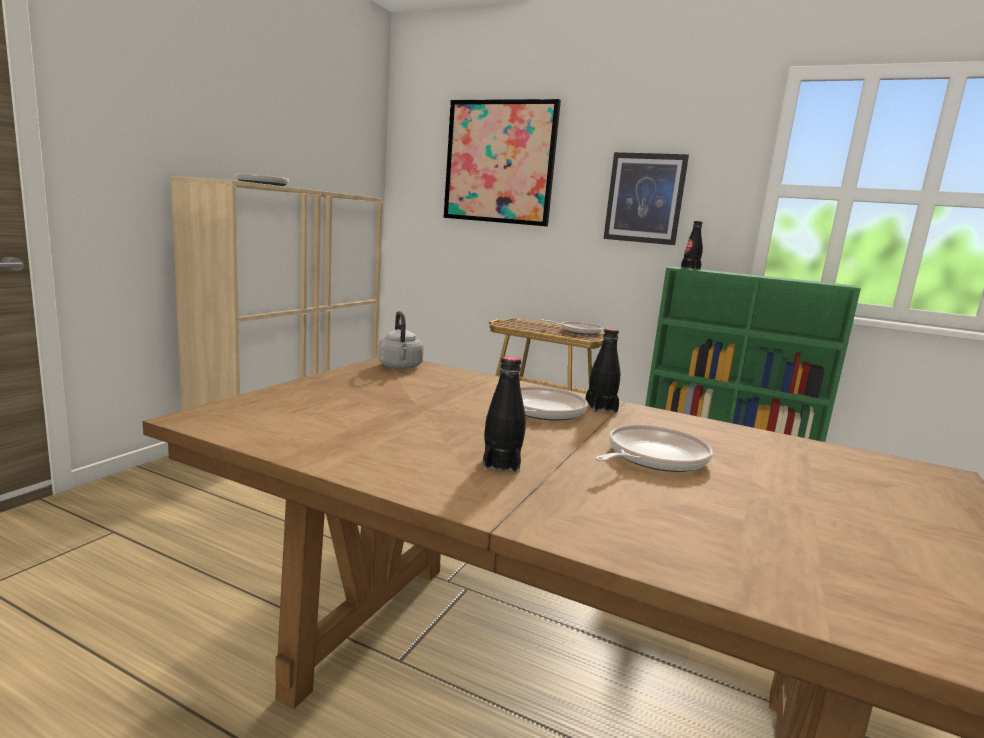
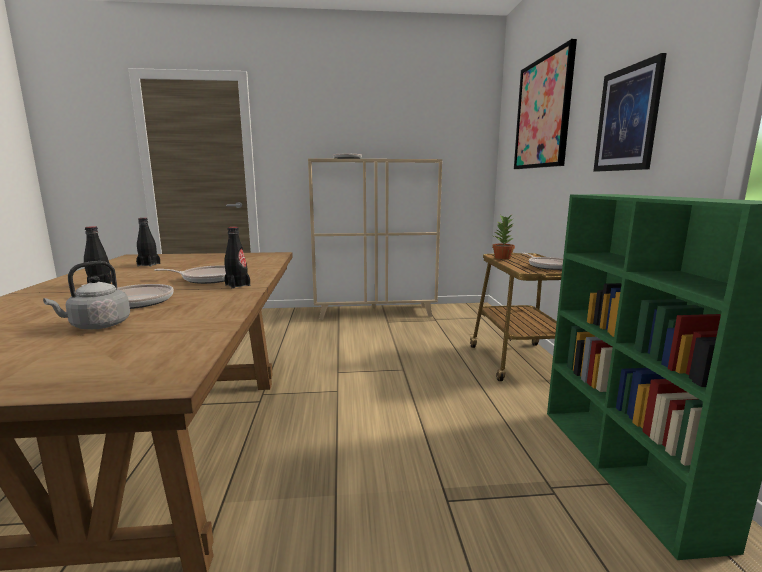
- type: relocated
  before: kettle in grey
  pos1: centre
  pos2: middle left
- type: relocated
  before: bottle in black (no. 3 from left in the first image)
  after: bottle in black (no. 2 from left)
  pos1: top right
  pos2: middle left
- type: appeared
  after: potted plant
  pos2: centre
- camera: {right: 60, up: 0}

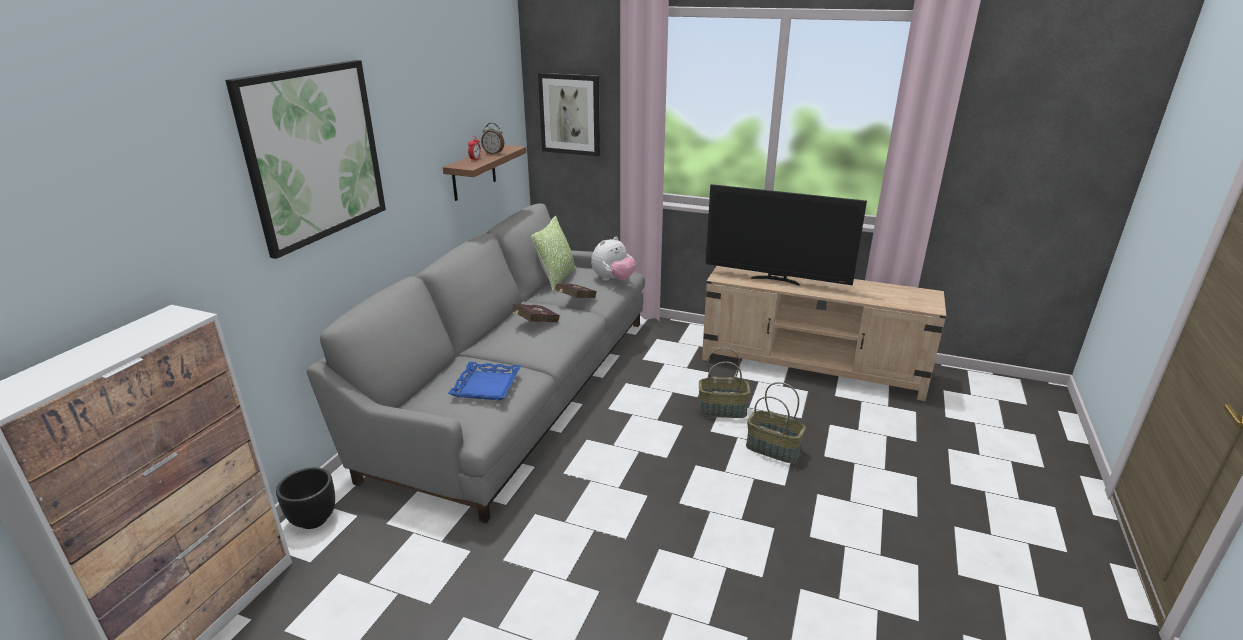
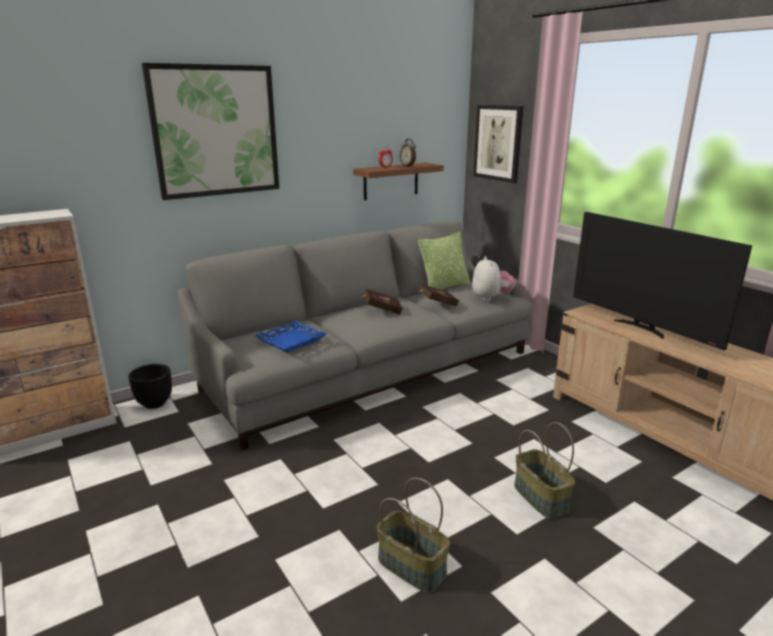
- type: spun
  before: plush toy
  pos1: centre
  pos2: centre
  turn: -90
- type: relocated
  before: basket (no. 1 from left)
  pos1: centre
  pos2: bottom centre
- camera: {right: 35, up: -5}

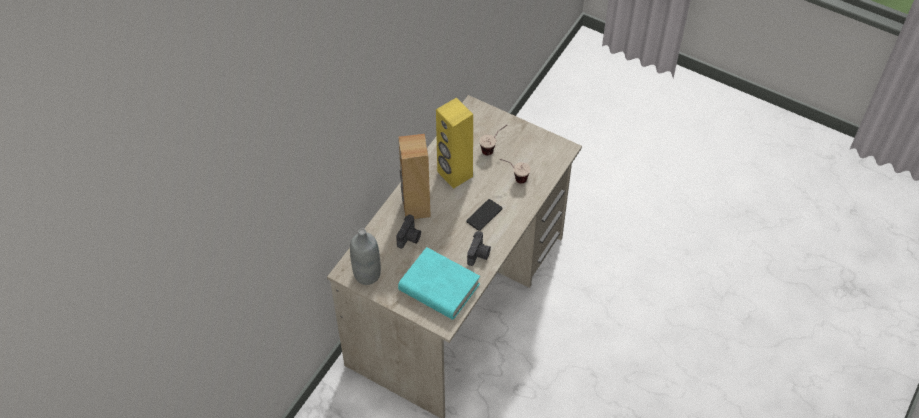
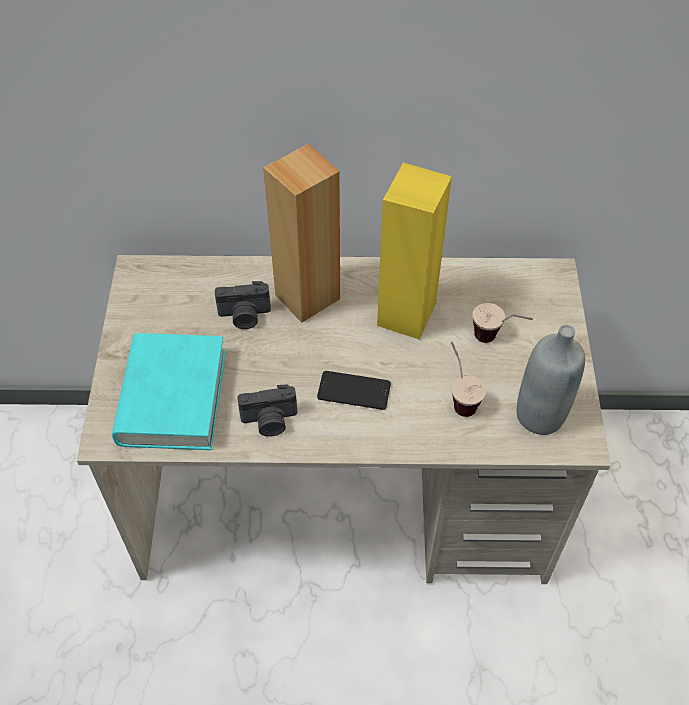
- type: relocated
  before: bottle in grey
  pos1: centre
  pos2: middle right
- camera: {right: 60, up: 0}

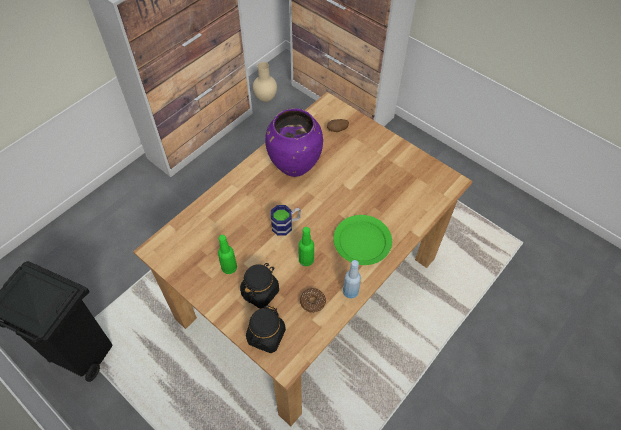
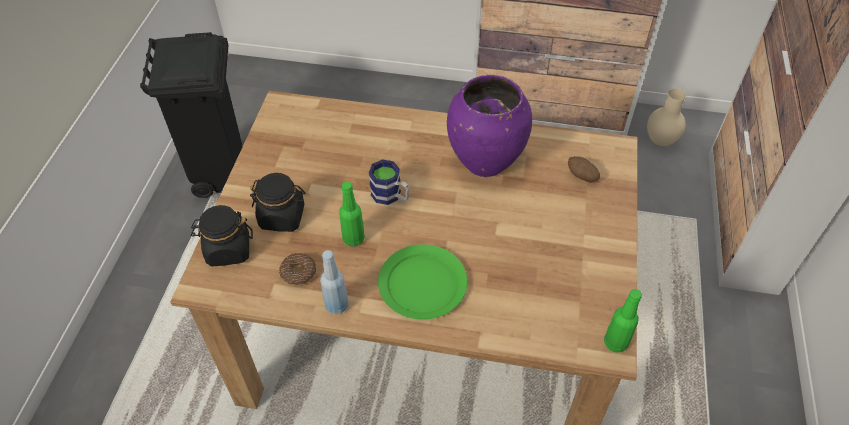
- type: relocated
  before: bottle in green (no. 1 from left in the first image)
  after: bottle in green (no. 2 from left)
  pos1: centre
  pos2: bottom right
- camera: {right: 60, up: -5}

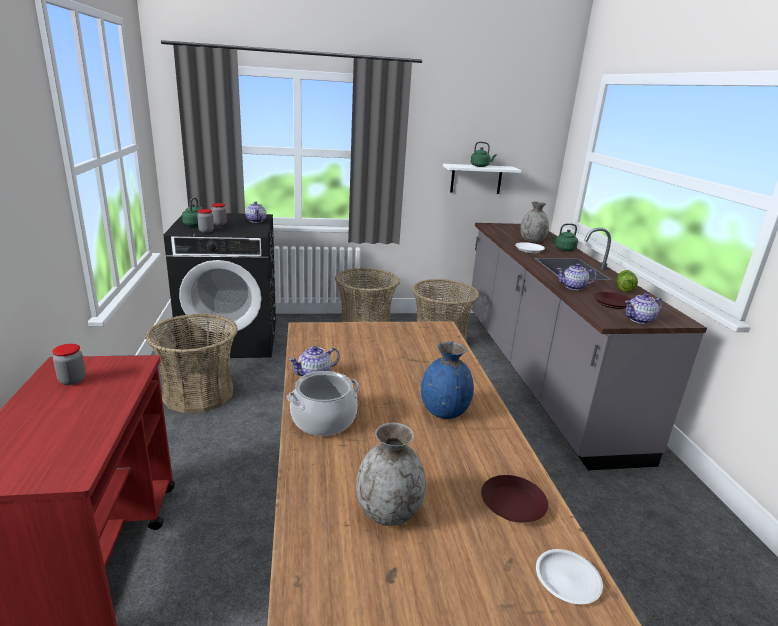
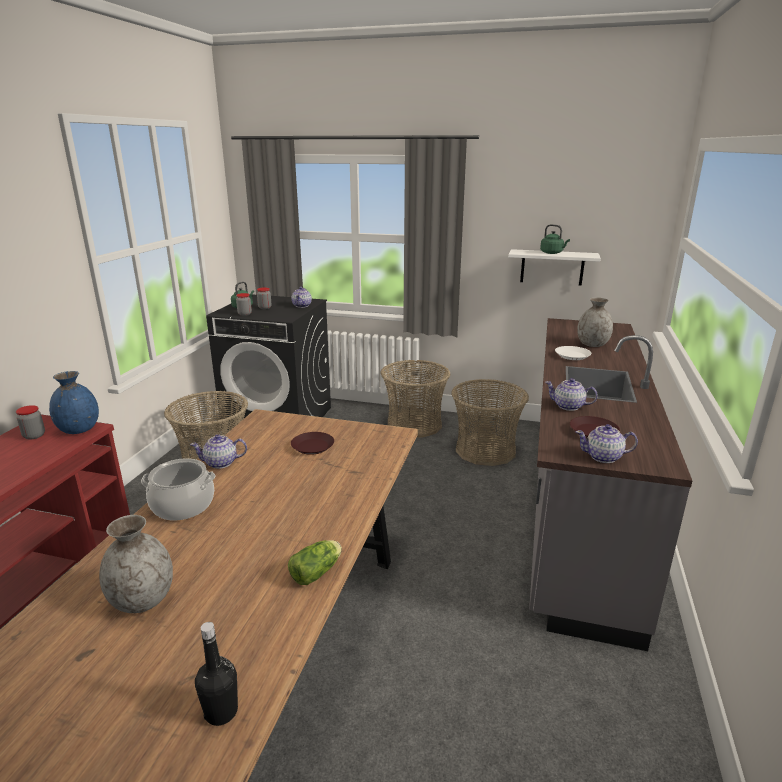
- type: relocated
  before: vase in blue
  pos1: centre
  pos2: middle left
- type: relocated
  before: plate in brown (no. 1 from left)
  pos1: bottom centre
  pos2: centre
- type: exchanged
  before: plate in white (no. 2 from left)
  after: bottle in black
  pos1: bottom right
  pos2: bottom left
- type: missing
  before: kettle in green (no. 3 from left)
  pos1: middle right
- type: relocated
  before: lettuce
  pos1: middle right
  pos2: bottom centre
- camera: {right: 25, up: 0}

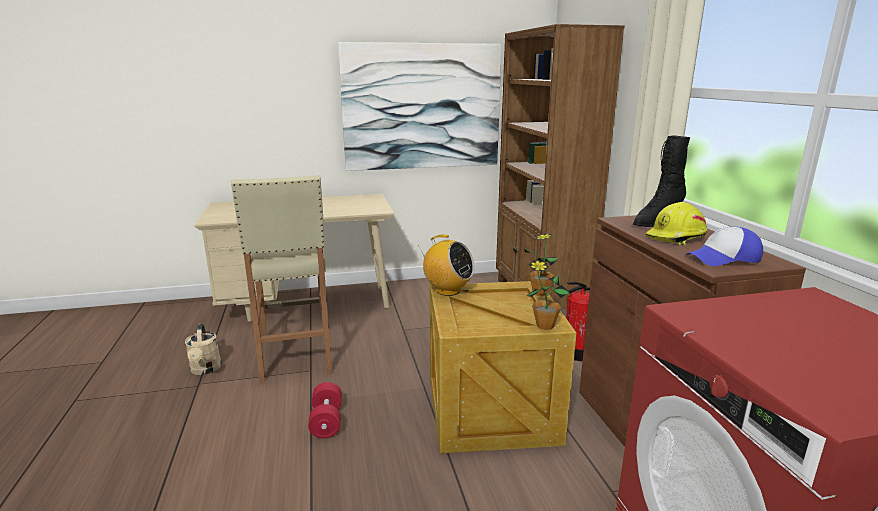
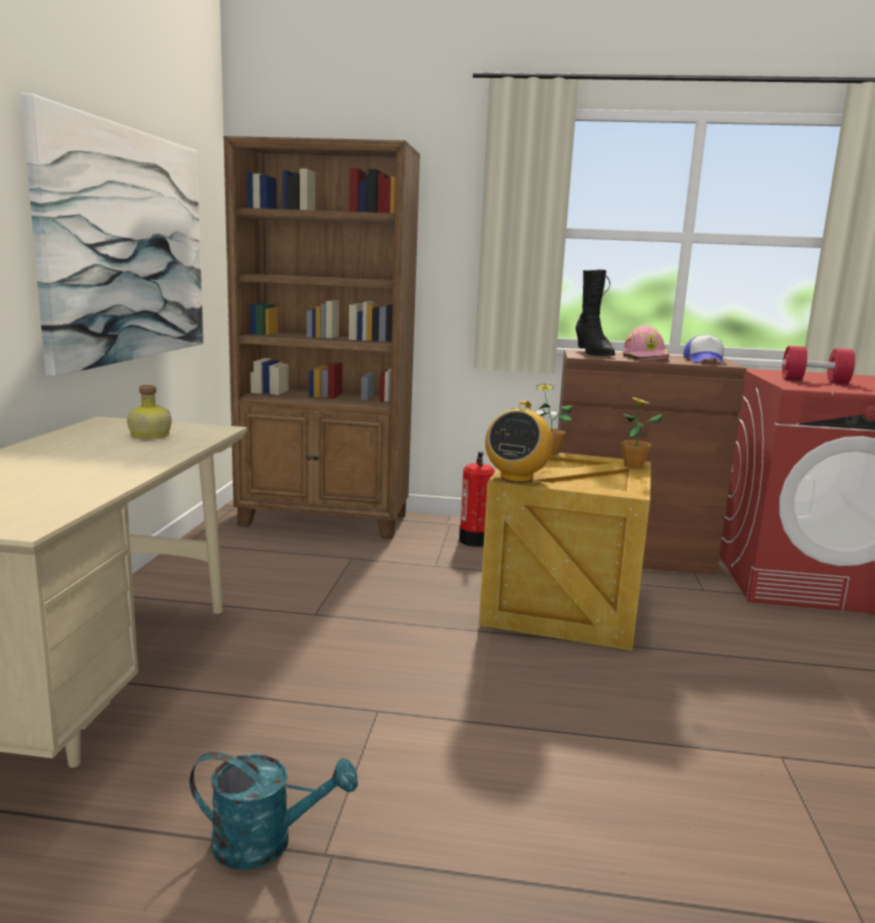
- type: colour
  before: watering can in beige
  after: watering can in turquoise
  pos1: bottom left
  pos2: bottom left
- type: missing
  before: stool in beige
  pos1: middle left
- type: relocated
  before: dumbbell in red
  pos1: bottom centre
  pos2: middle right
- type: spun
  before: radio
  pos1: centre
  pos2: centre
  turn: 150
- type: colour
  before: hard hat in yellow
  after: hard hat in pink
  pos1: middle right
  pos2: middle right
- type: appeared
  after: bottle
  pos2: middle left
- camera: {right: -70, up: -5}

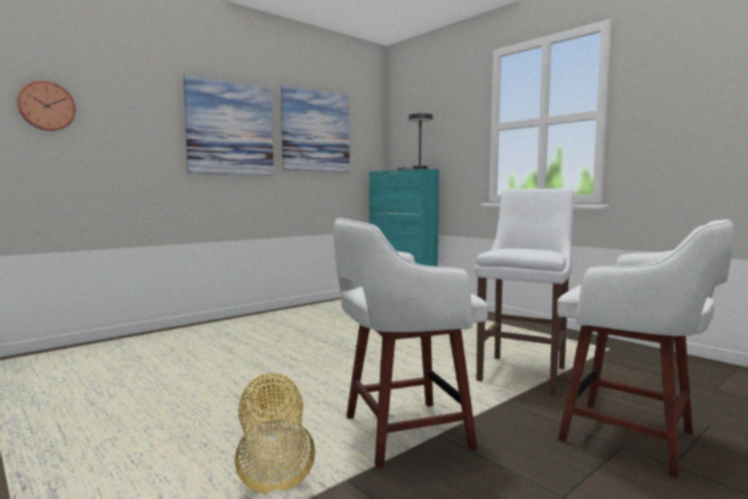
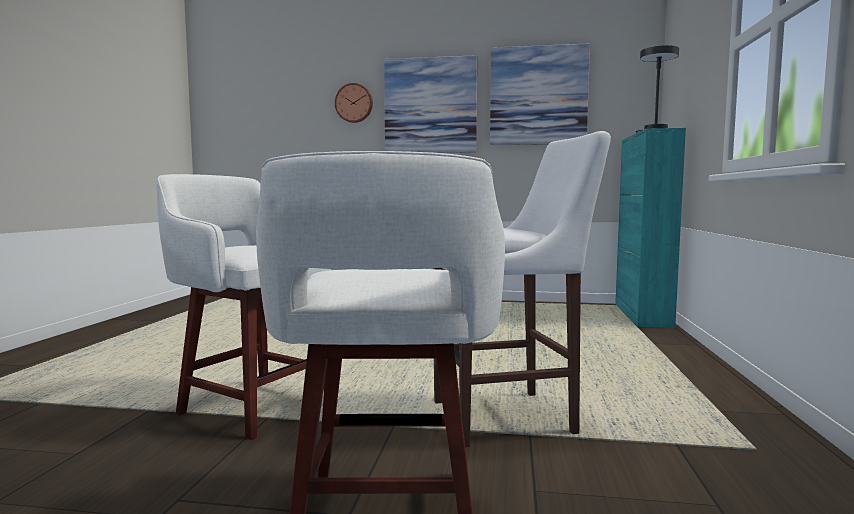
- type: relocated
  before: wall clock
  pos1: top left
  pos2: top centre
- type: missing
  before: basket
  pos1: bottom centre
- camera: {right: 50, up: 0}

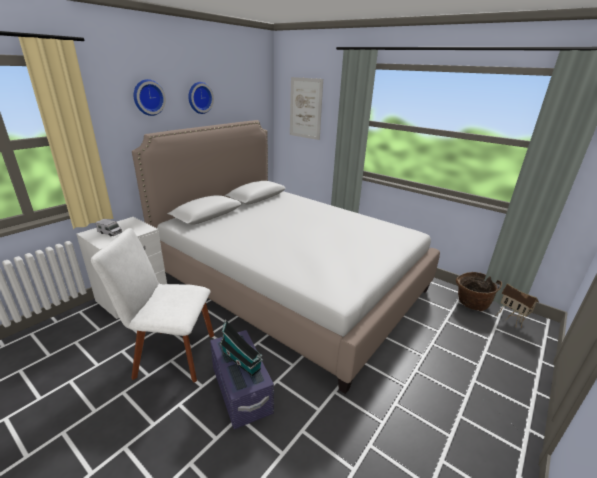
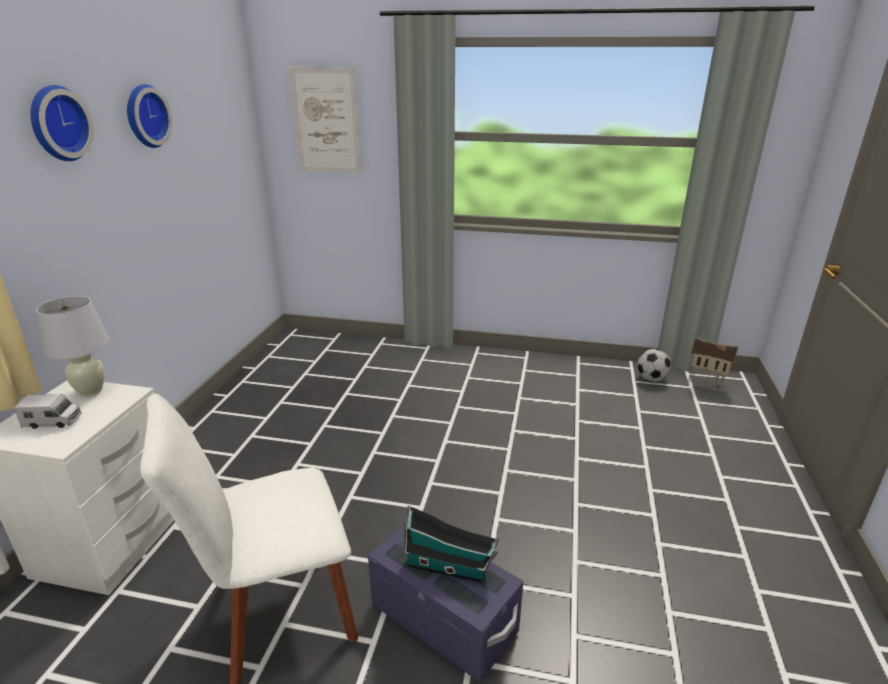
- type: missing
  before: bed
  pos1: centre
- type: exchanged
  before: basket
  after: football
  pos1: middle right
  pos2: middle right
- type: appeared
  after: table lamp in white
  pos2: middle left
- camera: {right: -25, up: 0}

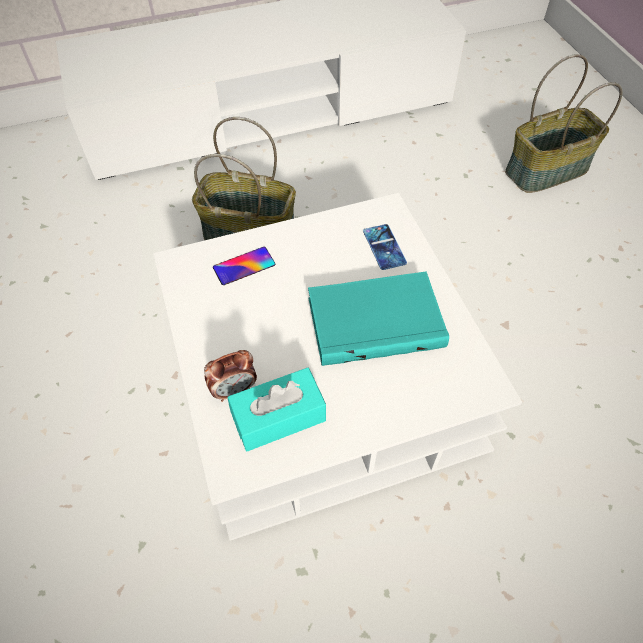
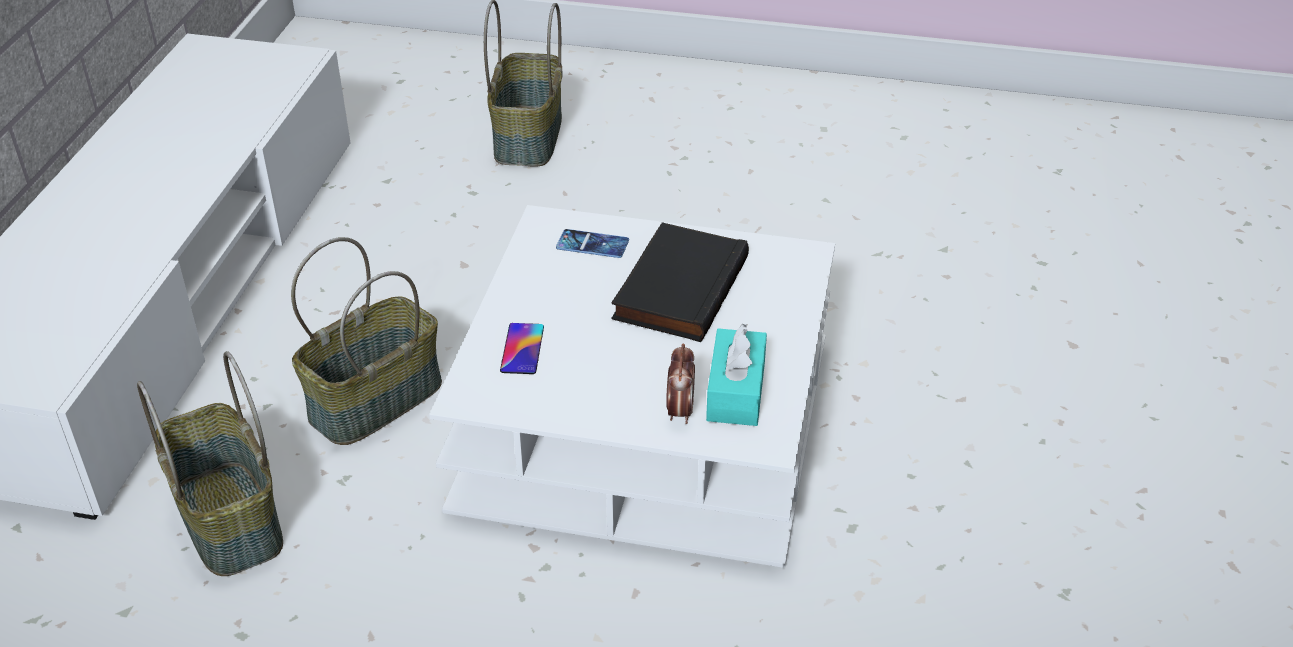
- type: colour
  before: book in turquoise
  after: book in black
  pos1: centre
  pos2: centre
- type: appeared
  after: basket (no. 1 from left)
  pos2: bottom left
- camera: {right: -60, up: -15}

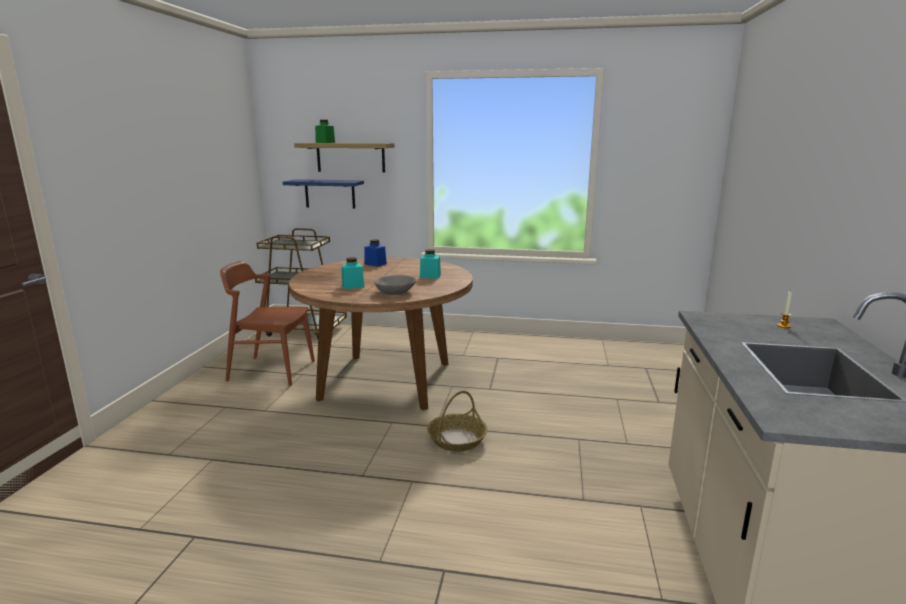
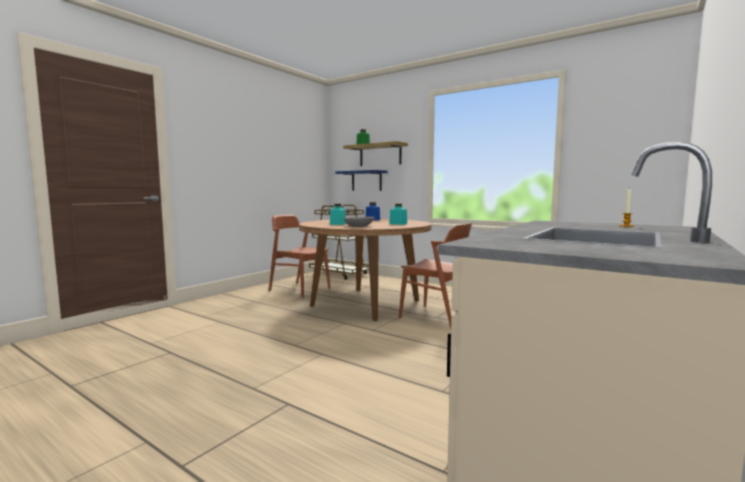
- type: missing
  before: basket
  pos1: bottom centre
- type: appeared
  after: chair in brown (no. 2 from left)
  pos2: centre
- camera: {right: 25, up: -10}

